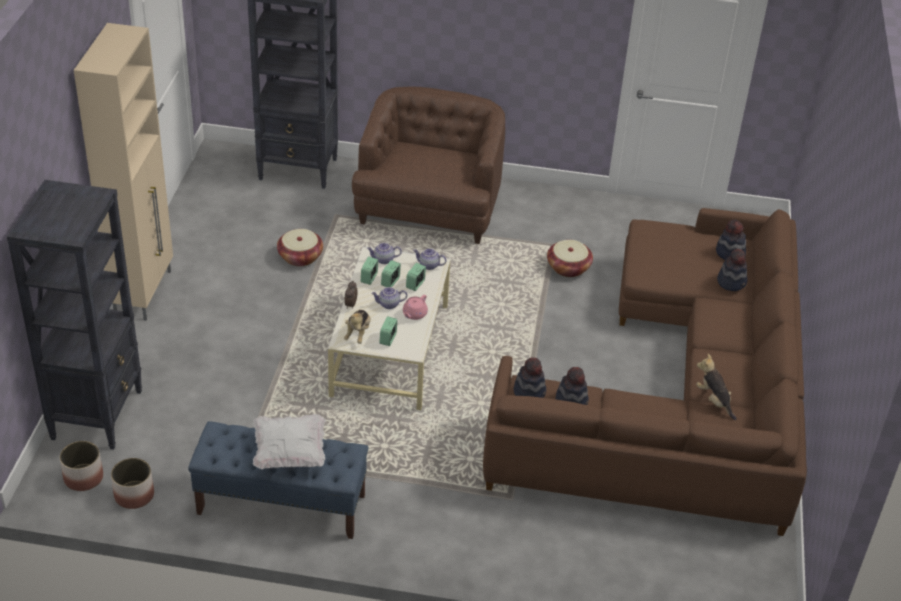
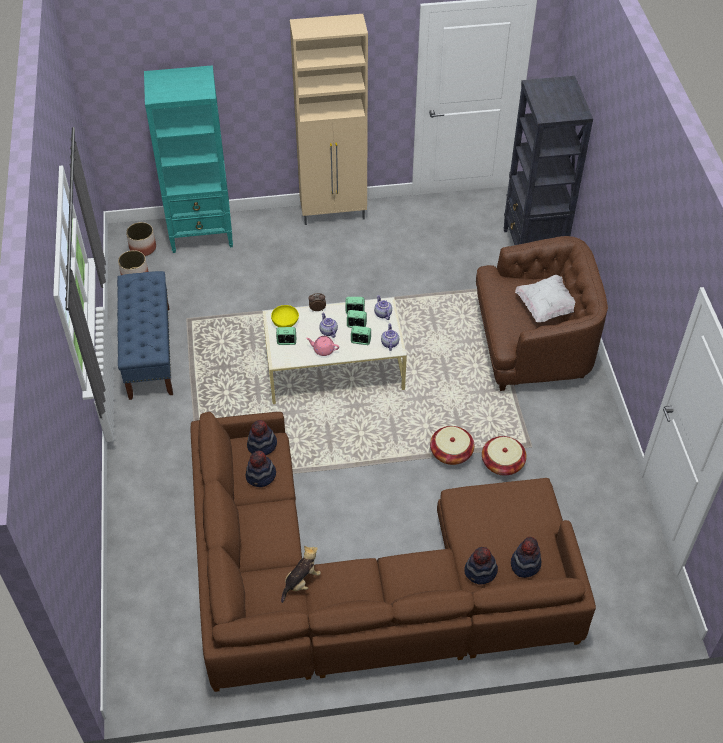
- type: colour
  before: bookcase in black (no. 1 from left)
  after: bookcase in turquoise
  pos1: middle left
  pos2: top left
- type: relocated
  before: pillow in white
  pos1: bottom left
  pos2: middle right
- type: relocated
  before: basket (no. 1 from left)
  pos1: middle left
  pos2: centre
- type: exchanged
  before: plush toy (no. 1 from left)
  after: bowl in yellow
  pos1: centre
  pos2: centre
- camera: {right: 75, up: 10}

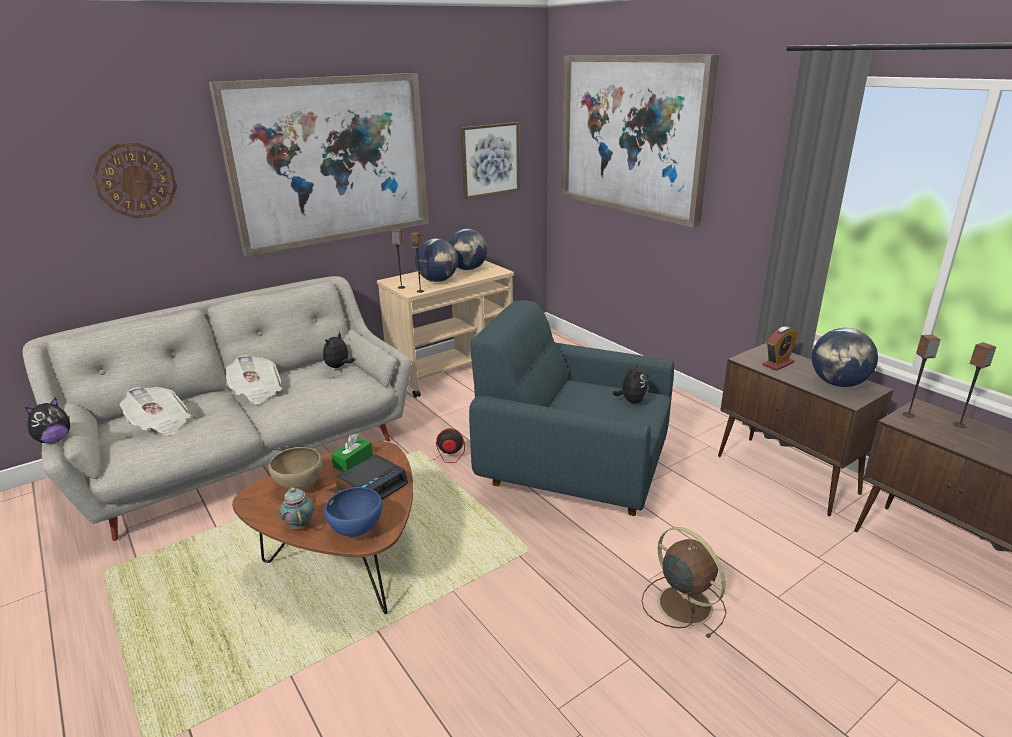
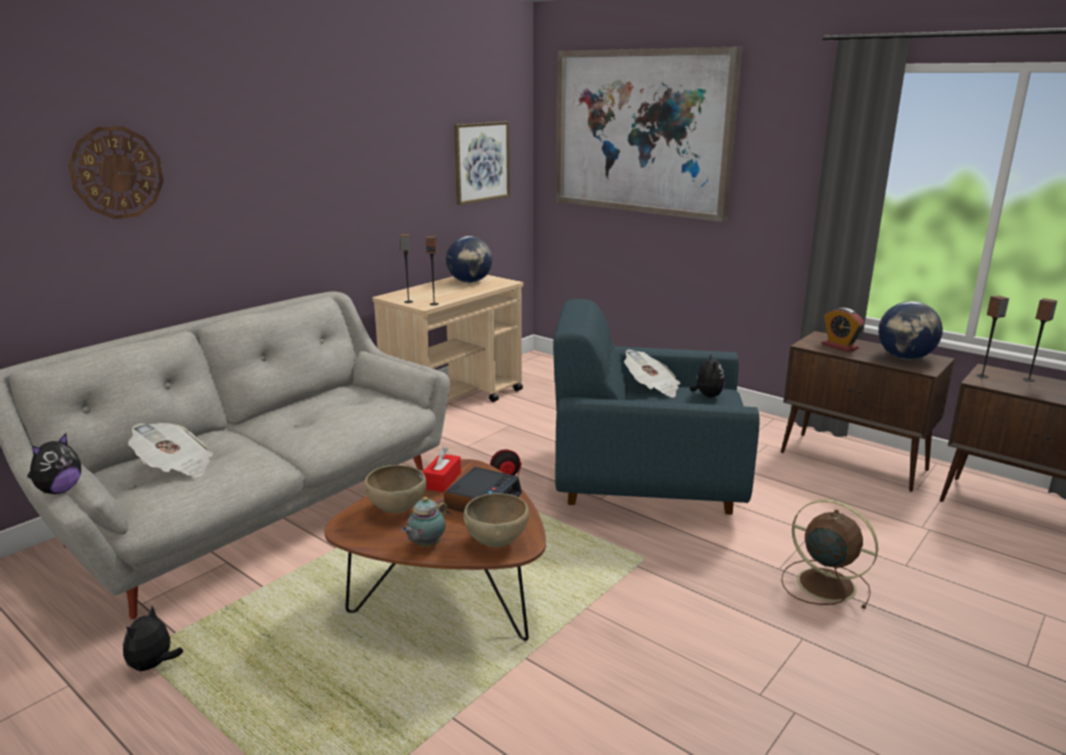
- type: missing
  before: picture (no. 1 from left)
  pos1: top left
- type: relocated
  before: newspaper (no. 2 from left)
  pos1: middle left
  pos2: centre
- type: spun
  before: teapot
  pos1: bottom left
  pos2: bottom centre
  turn: -105
- type: relocated
  before: plush toy (no. 2 from left)
  pos1: centre
  pos2: bottom left
- type: colour
  before: bowl in blue
  after: bowl in brown (no. 2 from left)
  pos1: bottom centre
  pos2: bottom centre
- type: colour
  before: tissue box in green
  after: tissue box in red
  pos1: centre
  pos2: centre
- type: missing
  before: globe (no. 1 from left)
  pos1: centre
- type: spun
  before: alarm clock (no. 2 from left)
  pos1: middle right
  pos2: middle right
  turn: 105
- camera: {right: -15, up: -5}

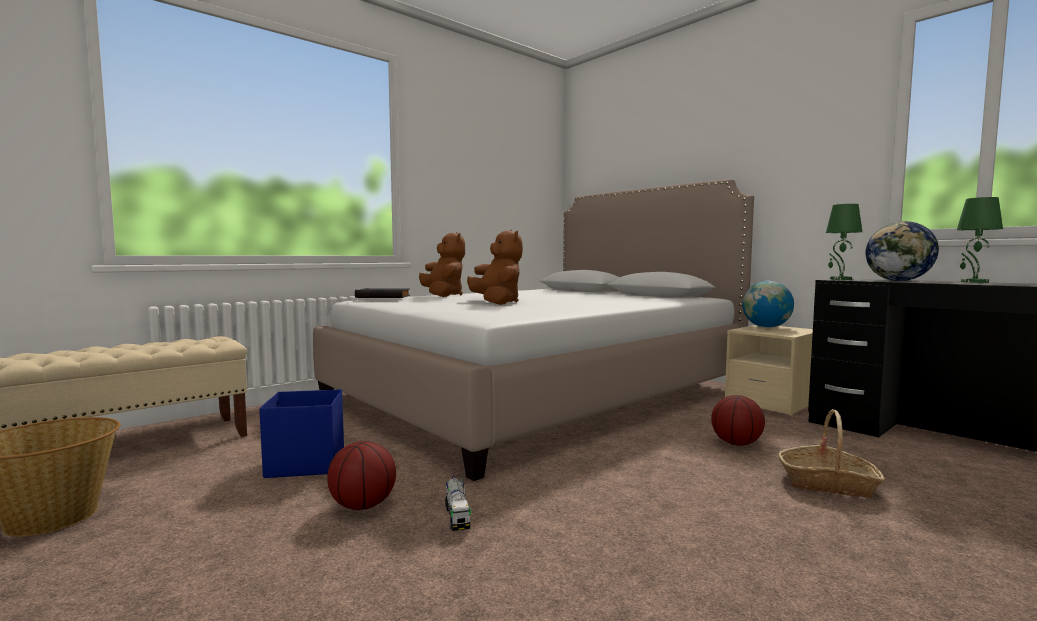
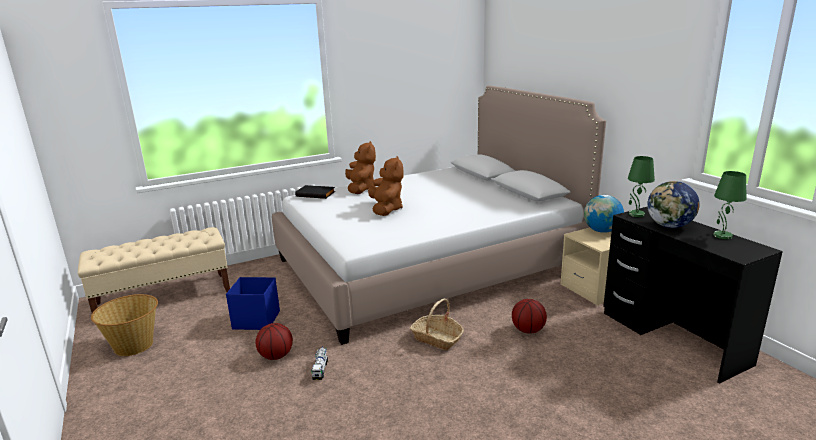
- type: relocated
  before: basket (no. 2 from left)
  pos1: bottom right
  pos2: bottom centre
- camera: {right: 15, up: 15}

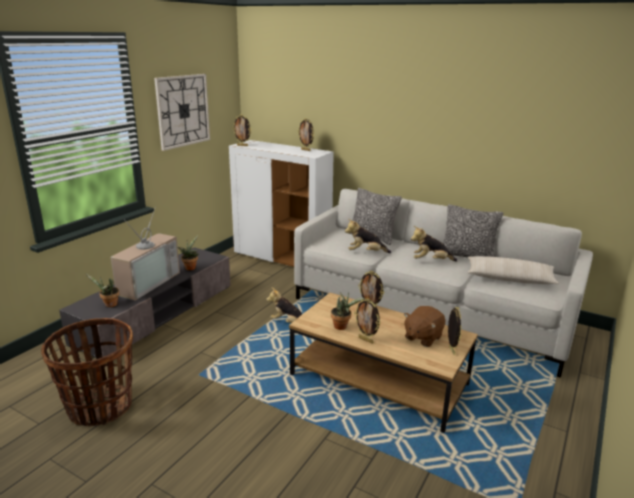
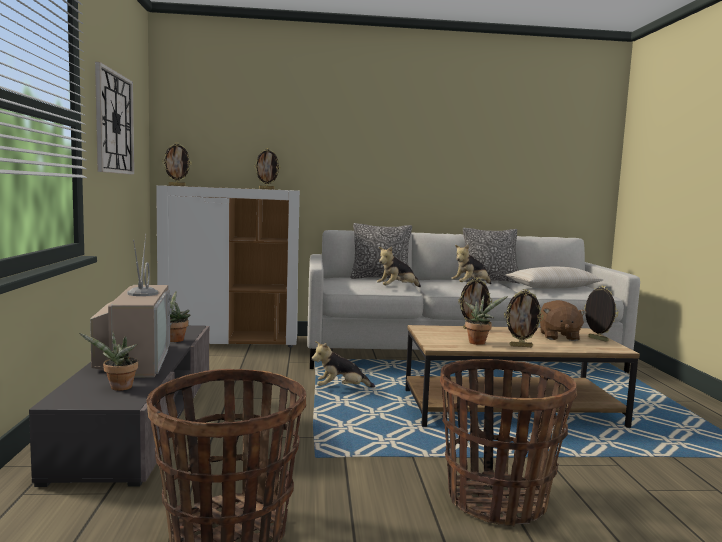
- type: appeared
  after: basket (no. 2 from left)
  pos2: bottom right
- camera: {right: -35, up: -15}

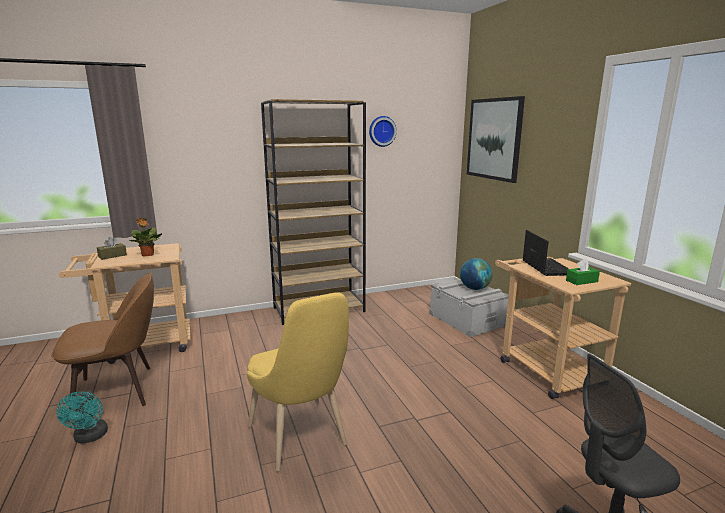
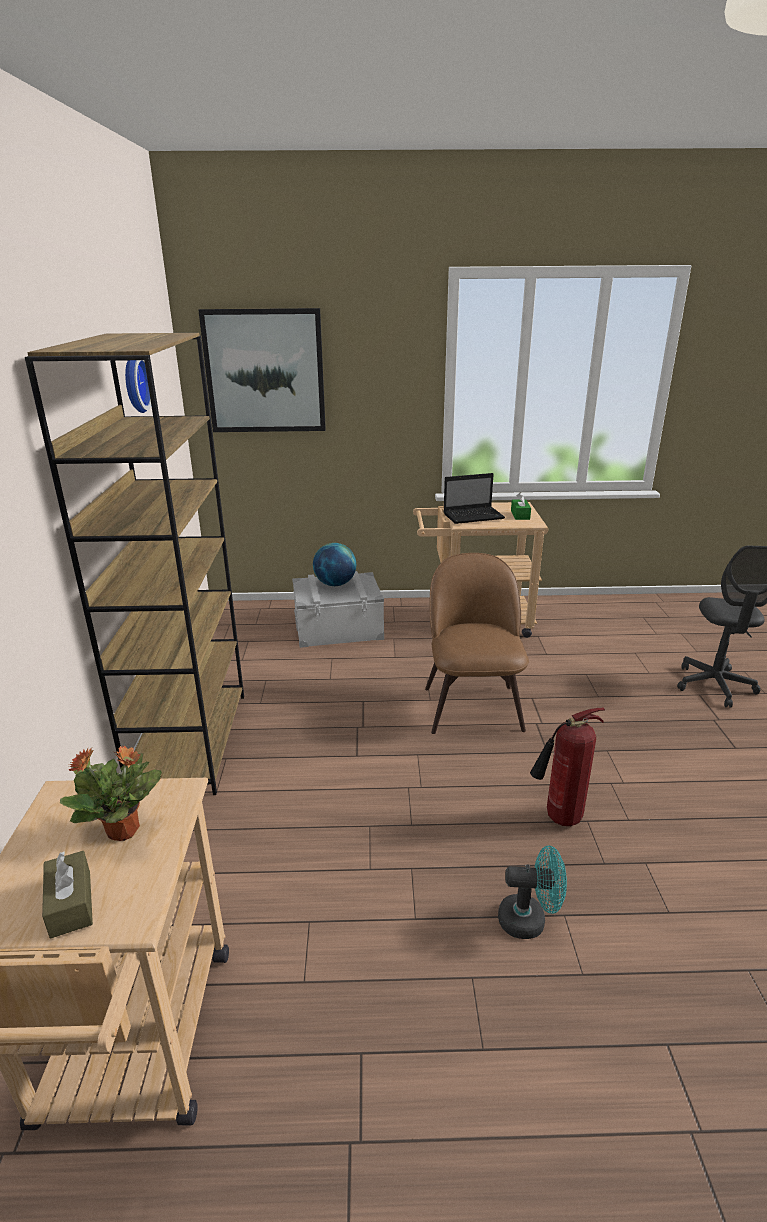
- type: relocated
  before: chair in brown
  pos1: middle left
  pos2: centre
- type: relocated
  before: fan in turquoise
  pos1: bottom left
  pos2: bottom right
- type: exchanged
  before: chair in yellow
  after: fire extinguisher
  pos1: bottom centre
  pos2: middle right
- type: spun
  before: laptop
  pos1: middle right
  pos2: centre
  turn: 150
- camera: {right: -70, up: 10}

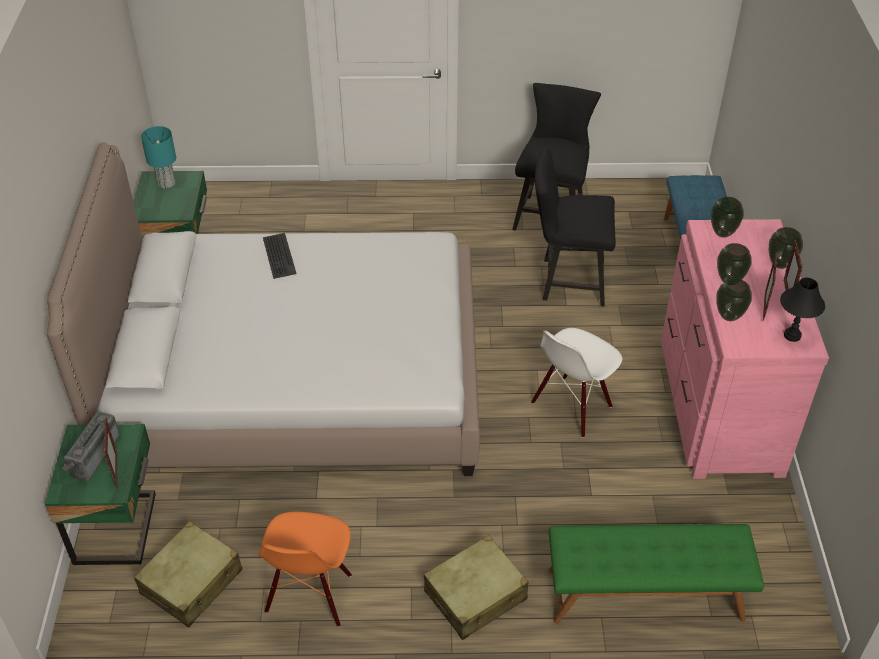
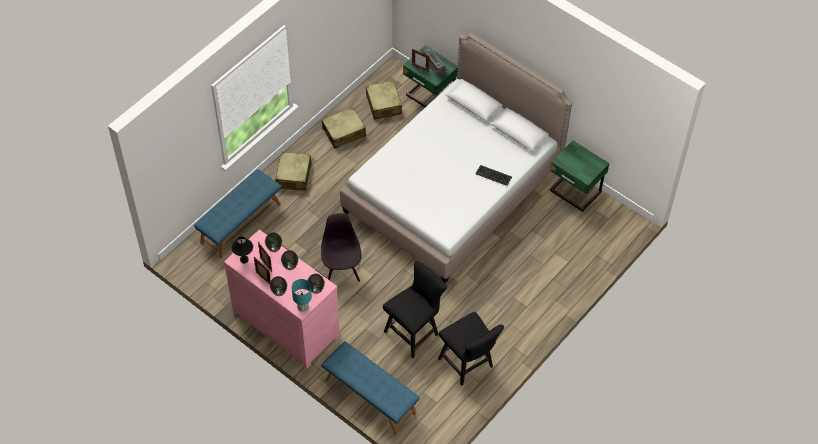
- type: relocated
  before: table lamp in turquoise
  pos1: top left
  pos2: centre
- type: exchanged
  before: chair in orange
  after: suitcase in beige (no. 2 from left)
  pos1: bottom centre
  pos2: top centre
- type: colour
  before: chair in white
  after: chair in black (no. 1 from left)
  pos1: centre
  pos2: centre
- type: colour
  before: bench in green
  after: bench in blue (no. 1 from left)
  pos1: bottom right
  pos2: middle left
- camera: {right: 130, up: 10}

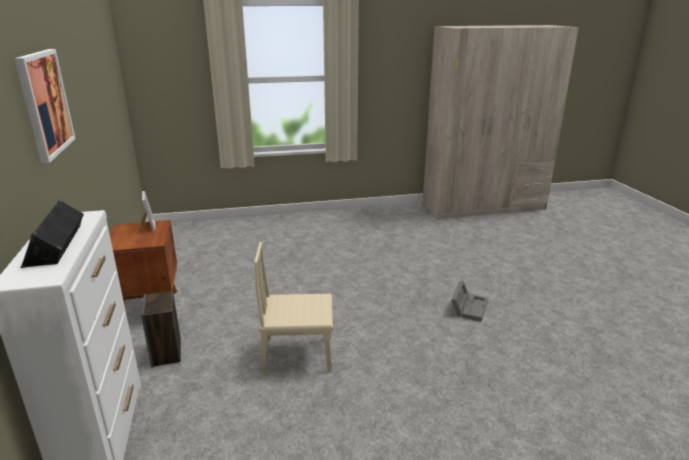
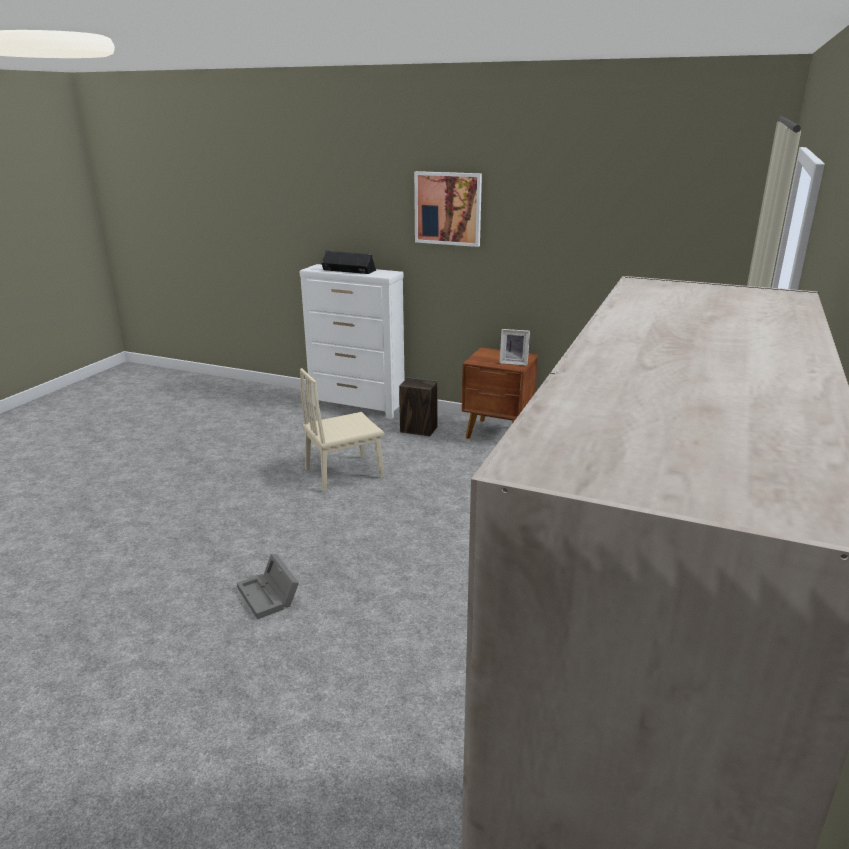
- type: spun
  before: chair in beige
  pos1: bottom centre
  pos2: centre
  turn: -150
- camera: {right: 125, up: 0}

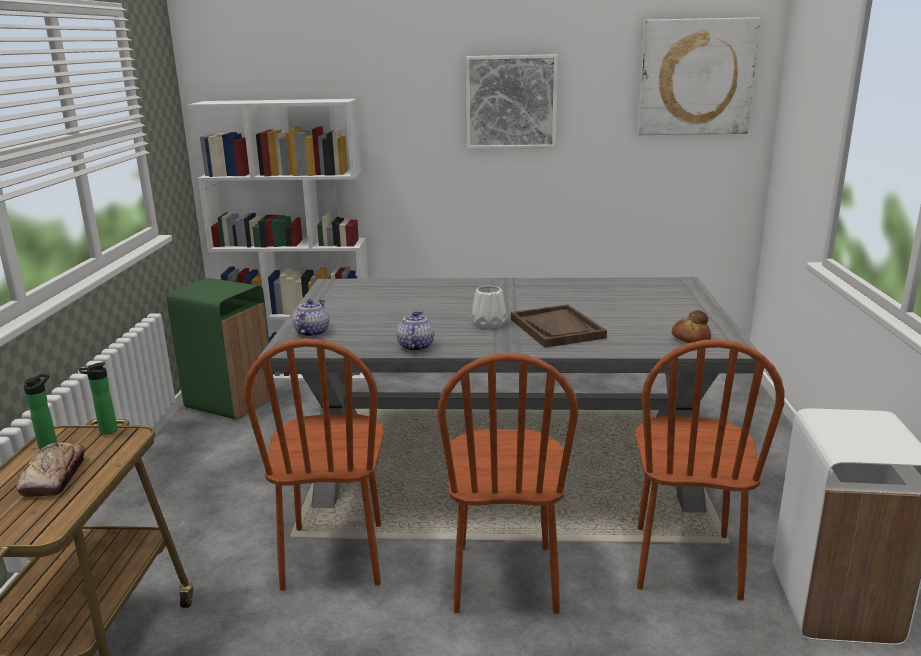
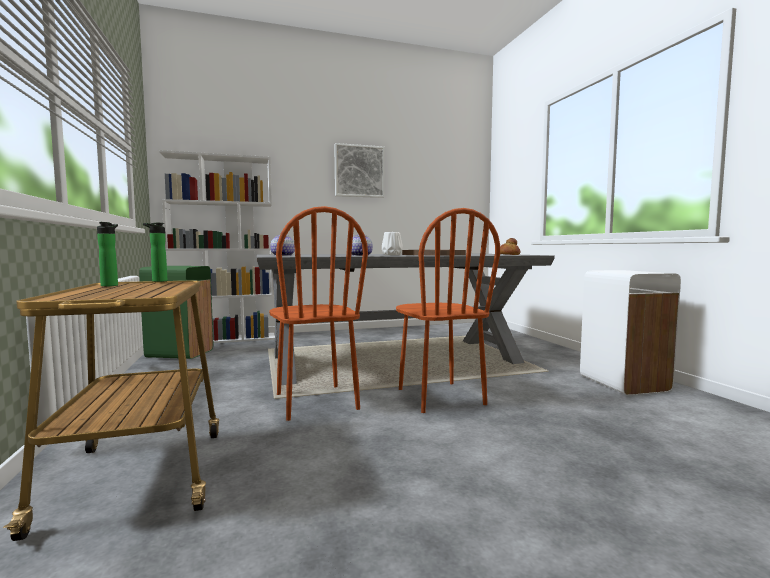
- type: missing
  before: bread (no. 1 from left)
  pos1: bottom left
- type: missing
  before: chair in brown (no. 3 from left)
  pos1: bottom right
- type: missing
  before: picture (no. 2 from left)
  pos1: top right
- camera: {right: -20, up: -15}

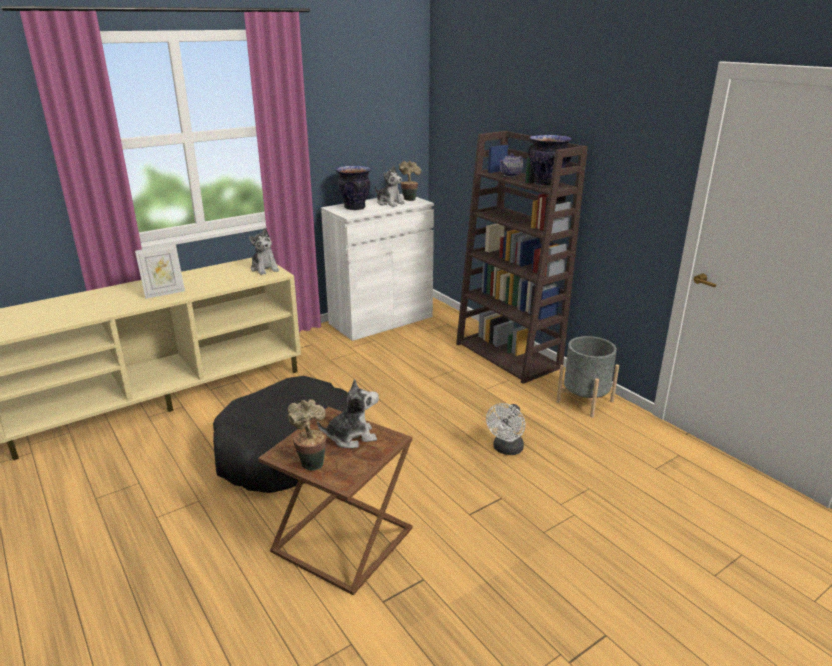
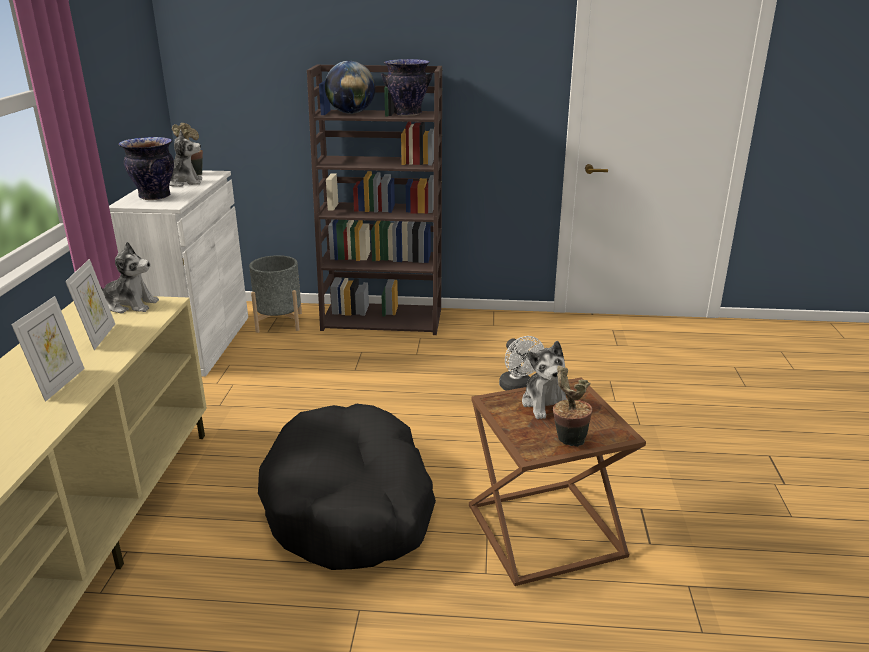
- type: spun
  before: plush toy (no. 2 from left in the first image)
  pos1: centre
  pos2: centre
  turn: 150
- type: exchanged
  before: teapot
  after: globe
  pos1: top centre
  pos2: top centre
- type: relocated
  before: planter in grey
  pos1: middle right
  pos2: middle left
- type: appeared
  after: picture frame (no. 2 from left)
  pos2: middle left
- camera: {right: -50, up: 0}

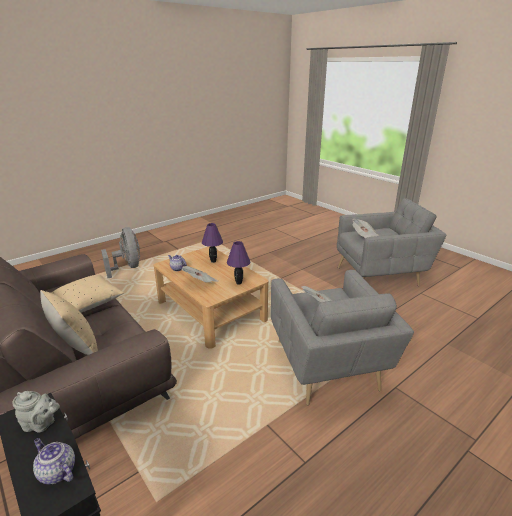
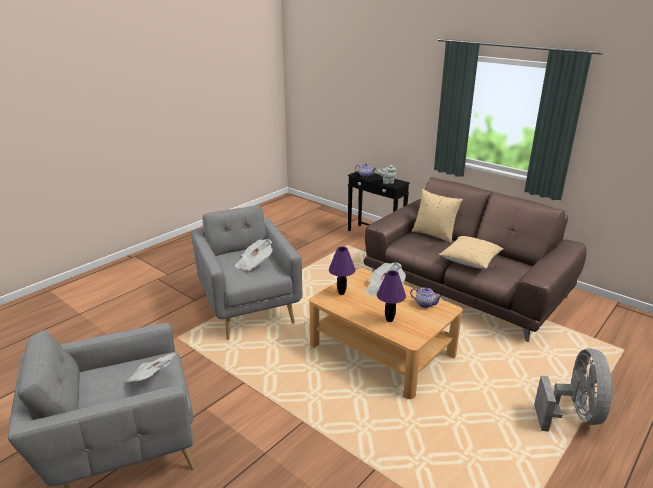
- type: spun
  before: fan in grey
  pos1: middle left
  pos2: bottom right
  turn: -135
- camera: {right: 170, up: 0}

